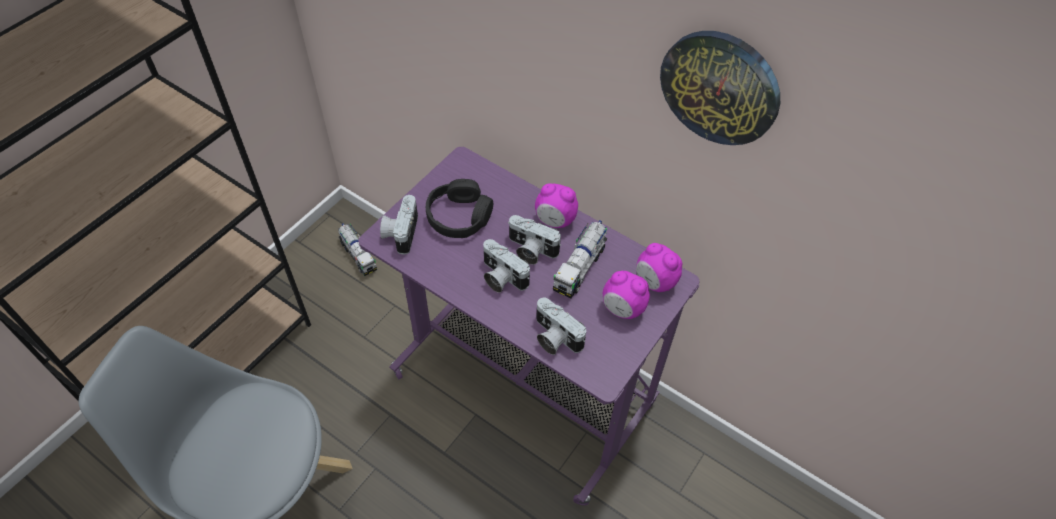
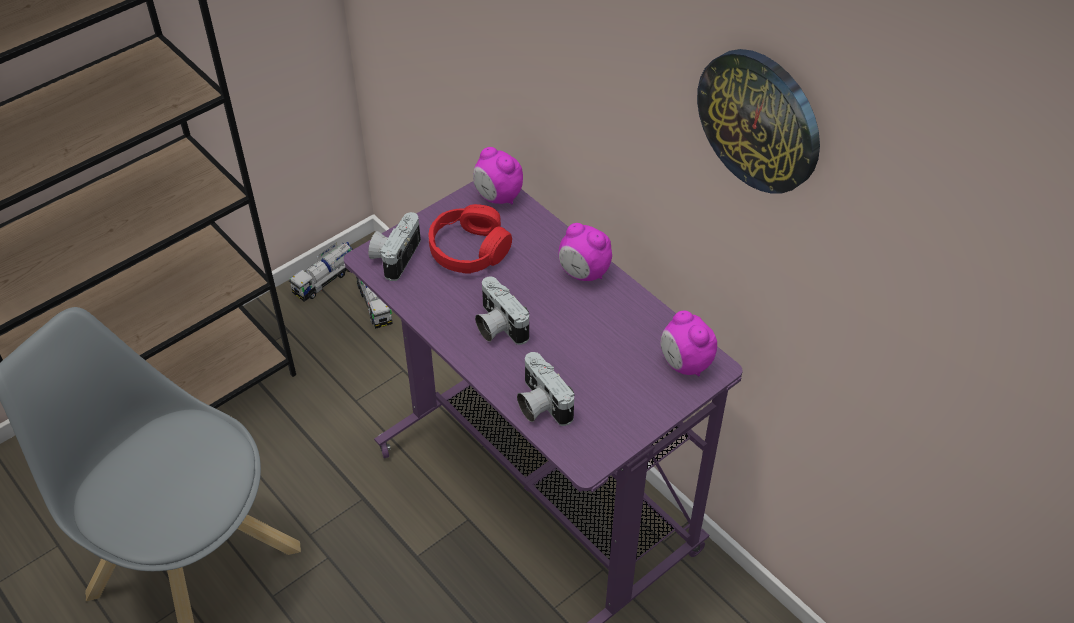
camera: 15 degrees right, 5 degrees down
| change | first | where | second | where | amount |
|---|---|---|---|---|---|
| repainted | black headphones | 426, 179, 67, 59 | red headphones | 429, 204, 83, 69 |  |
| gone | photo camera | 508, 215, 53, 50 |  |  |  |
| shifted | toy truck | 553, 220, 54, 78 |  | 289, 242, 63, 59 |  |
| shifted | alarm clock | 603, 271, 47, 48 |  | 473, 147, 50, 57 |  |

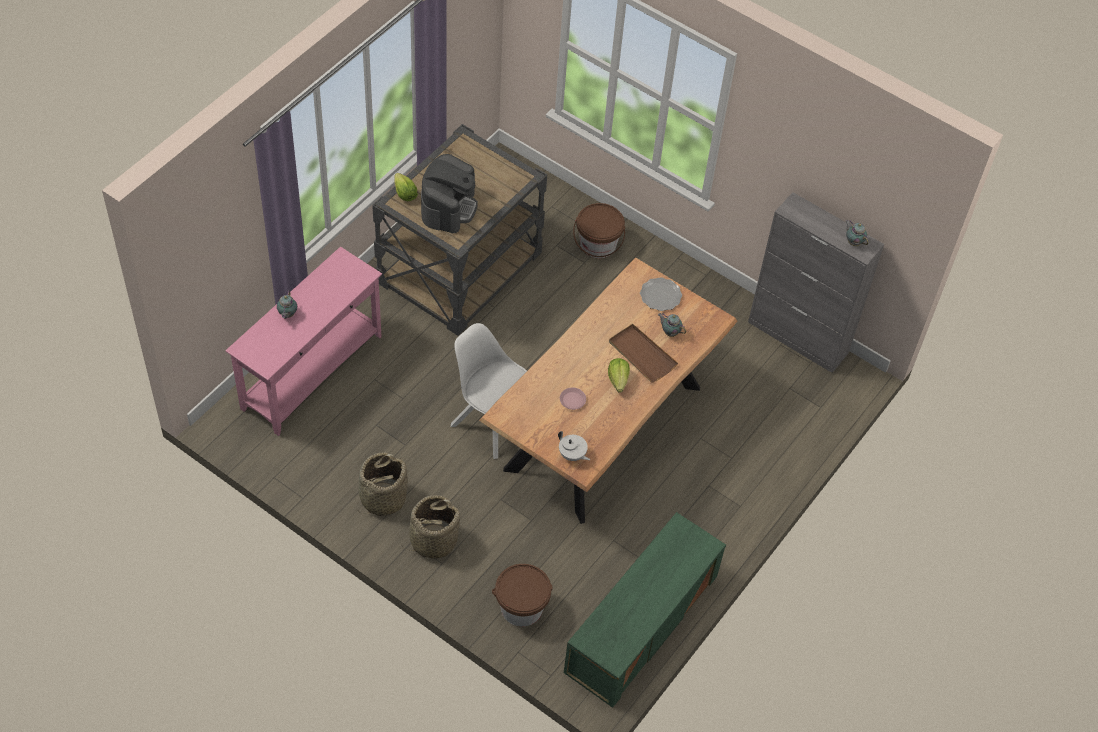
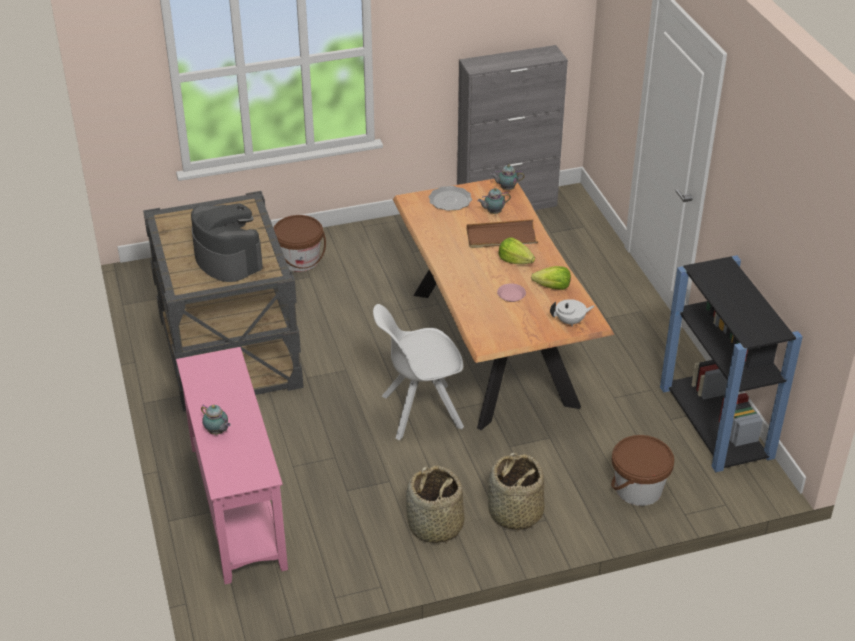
camera: 50 degrees left, 15 degrees down
| change | first | where | second | where | amount |
|---|---|---|---|---|---|
| shifted | lettuce | 394, 173, 24, 28 |  | 531, 266, 40, 24 |  |
| shifted | teapot | 845, 220, 24, 26 |  | 490, 164, 35, 26 |  |
| swapped | green bench | 564, 512, 162, 196 | black bookcase | 660, 255, 143, 218 |  |

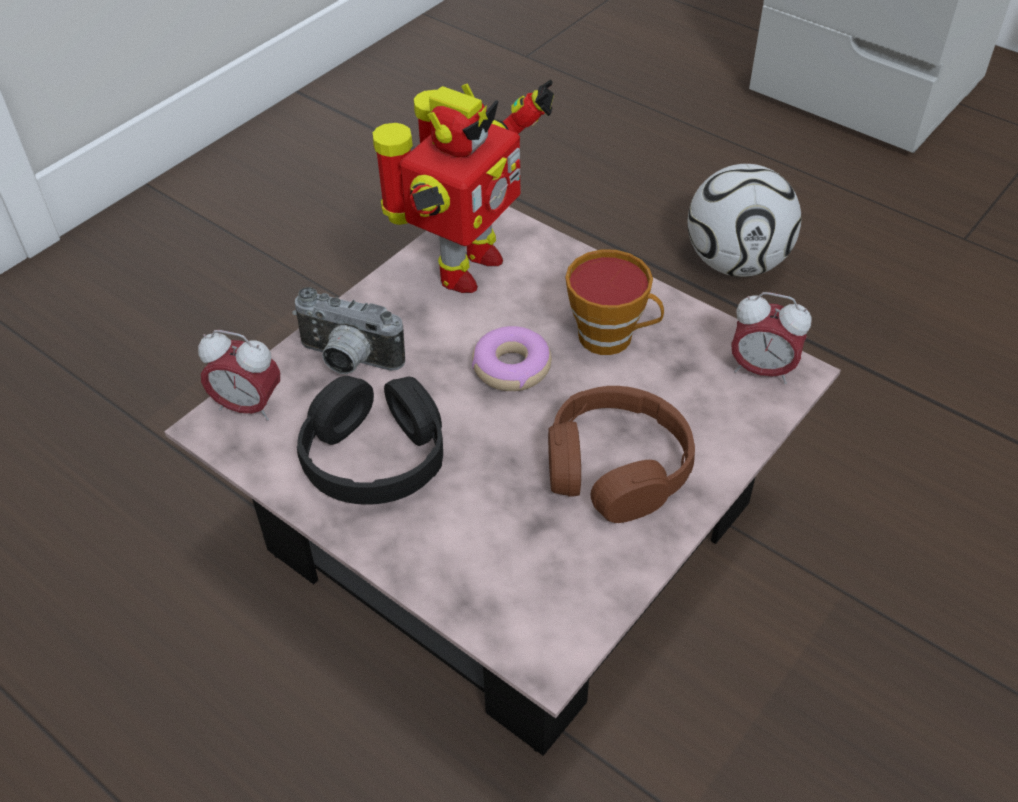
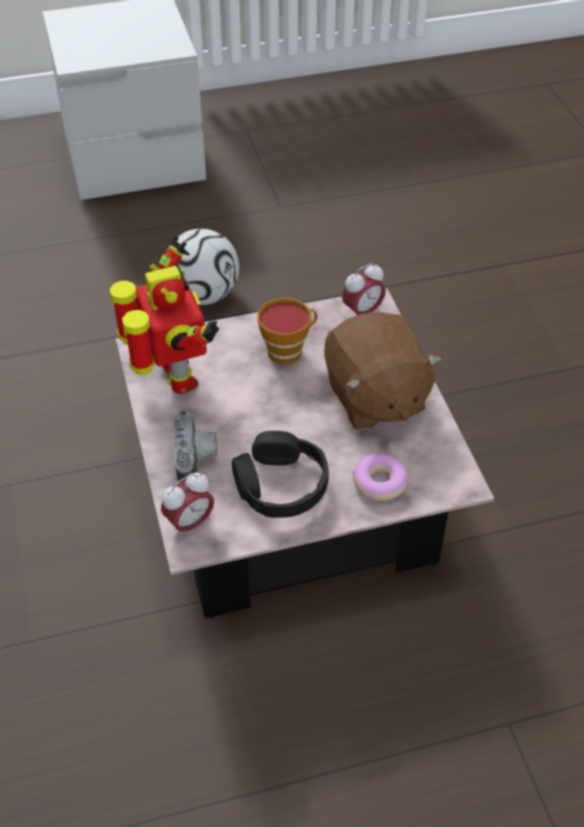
camera: 55 degrees left, 0 degrees up
| change | first | where | second | where | amount |
|---|---|---|---|---|---|
| rotated | photo camera | 292, 287, 113, 87 |  | 174, 410, 43, 74 | 60 degrees counterclockwise |
| shifted | donut | 472, 326, 80, 65 |  | 353, 454, 55, 47 |  |
| swapped | brown headphones | 548, 386, 147, 137 | brown plush toy | 324, 312, 118, 118 |  |

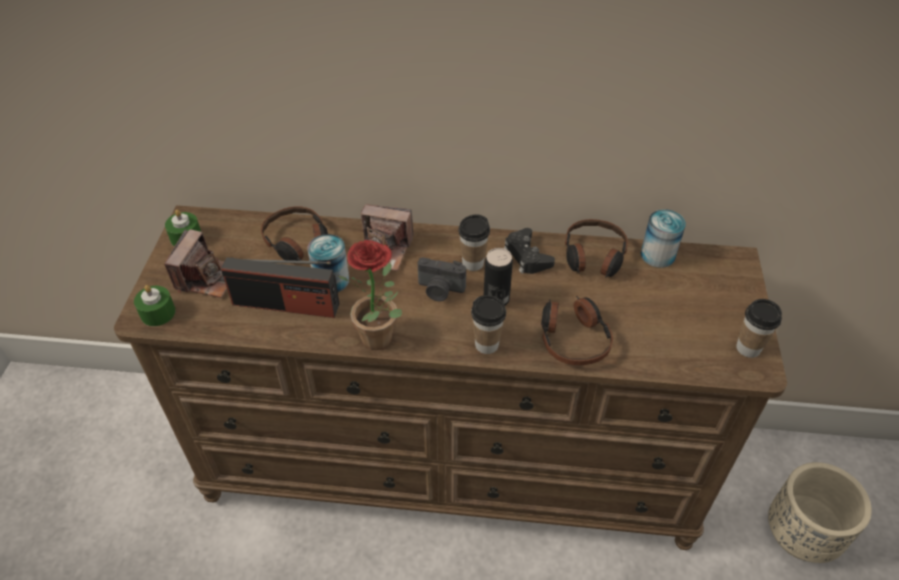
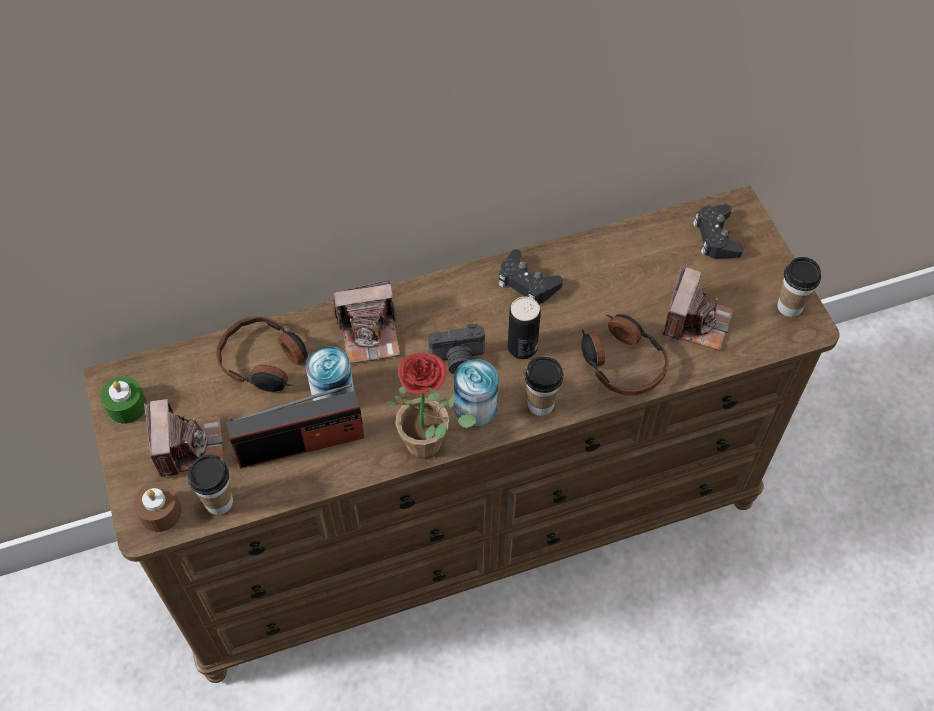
camera: 25 degrees left, 10 degrees up
| change | first | where | second | where | amount |
|---|---|---|---|---|---|
| shifted | can | 640, 209, 46, 59 |  | 454, 359, 44, 67 |  |
| shifted | cup | 458, 214, 32, 57 |  | 188, 454, 45, 61 |  |
| gone | headphones | 565, 219, 63, 59 |  |  |  |
| repainted | green candle | 134, 285, 42, 41 | brown candle | 133, 482, 49, 50 |  |
| gone | beige planter | 768, 462, 104, 101 |  |  |  |
| new |  |  | black game controller | 693, 204, 51, 55 |  |
| new |  |  | photo camera | 662, 267, 71, 84 |  |

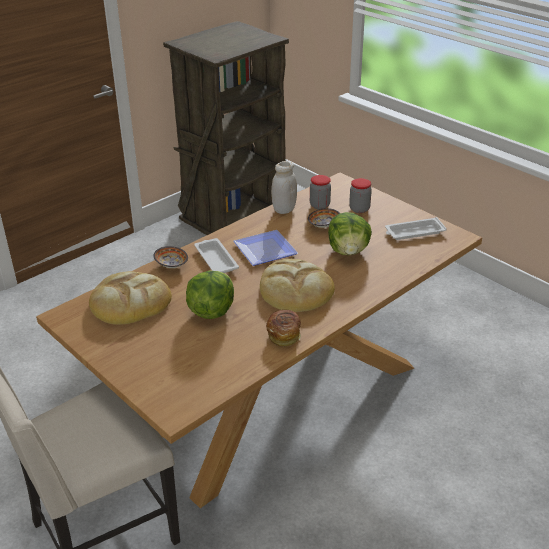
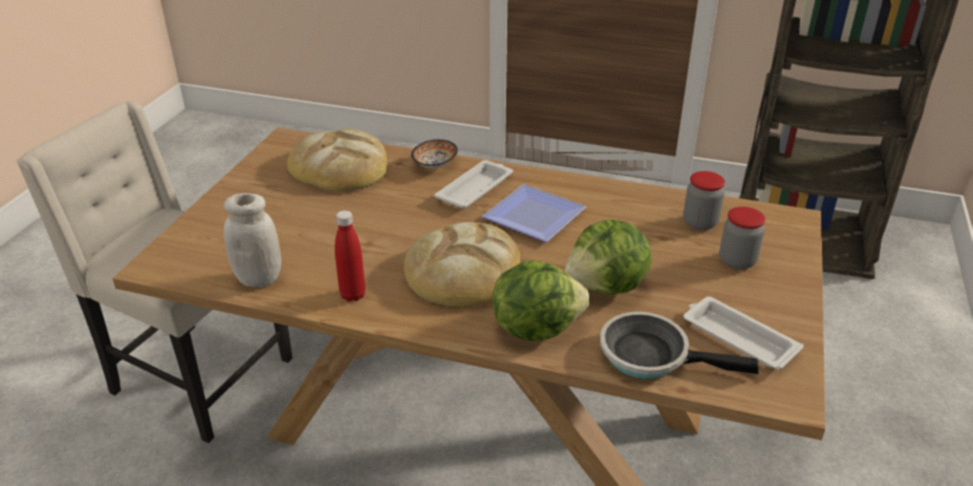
camera: 60 degrees right, 0 degrees up
| change | first | where | second | where | amount |
|---|---|---|---|---|---|
| shifted | white jar | 271, 161, 26, 53 |  | 224, 193, 57, 94 |  |
| gone | bowl | 308, 208, 32, 20 |  |  |  |
| shifted | lettuce | 186, 271, 48, 48 |  | 493, 260, 96, 81 |  |
| swapped | bread | 266, 310, 35, 37 | red bottle | 335, 210, 31, 92 |  |
| new |  |  | frying pan | 600, 312, 158, 67 |  |

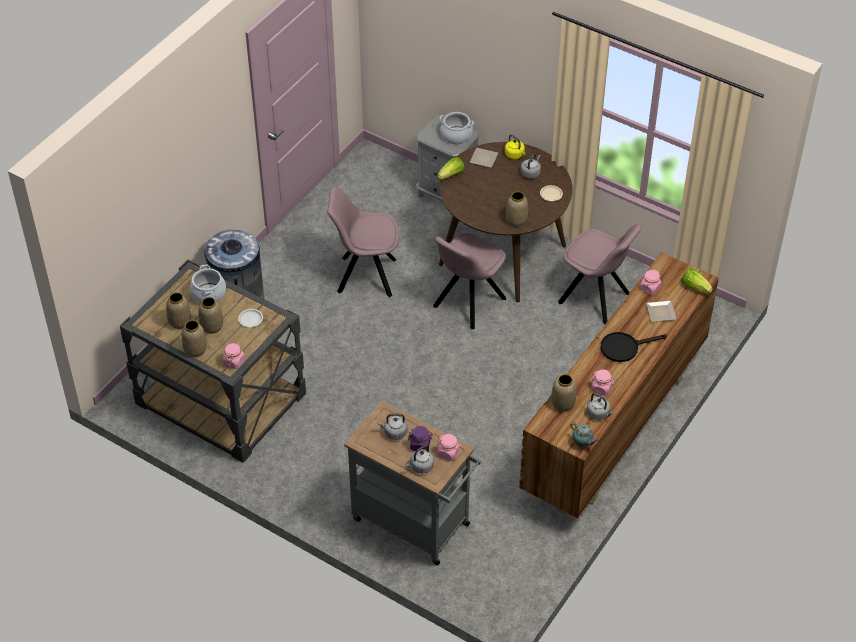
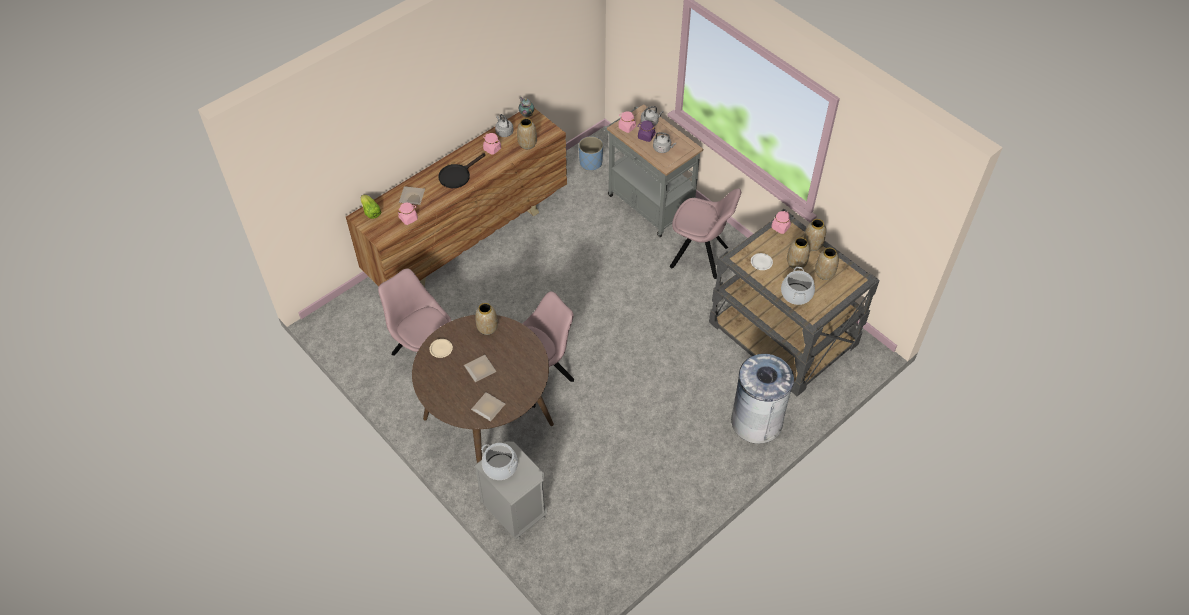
camera: 165 degrees left, 5 degrees up
| change | first | where | second | where | amount |
|---|---|---|---|---|---|
| gone | yellow kettle | 505, 135, 21, 24 |  |  |  |
| gone | grey kettle | 521, 153, 20, 26 |  |  |  |
| gone | lettuce | 438, 157, 27, 23 |  |  |  |
| shifted | pink chair | 327, 187, 72, 110 |  | 670, 188, 71, 91 |  |
| rotated | black frying pan | 601, 332, 66, 30 |  | 438, 153, 47, 35 | 135 degrees clockwise |
| new |  |  | blue planter | 579, 136, 24, 34 |  |
| new |  |  | plate | 464, 355, 32, 27 |  |

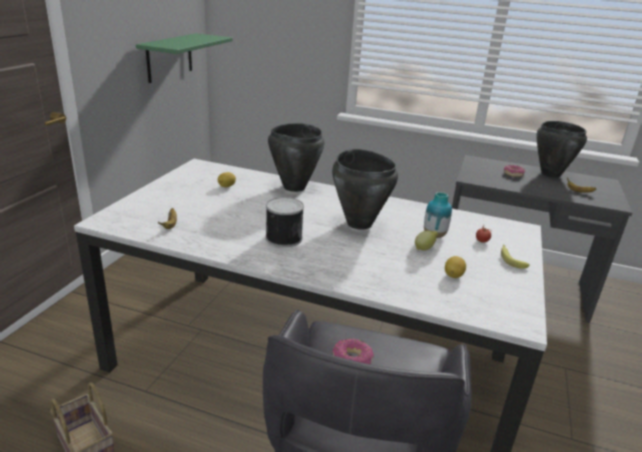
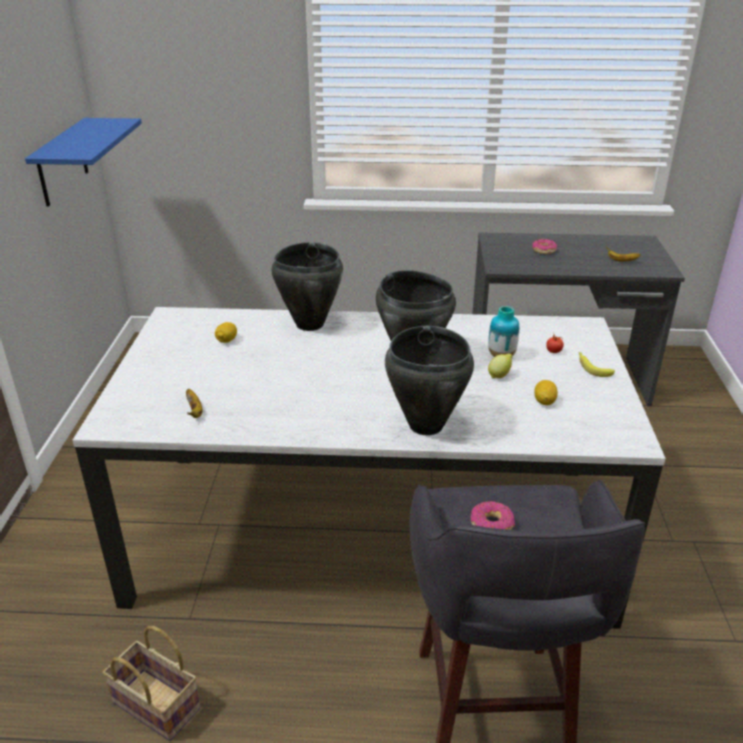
camera: 15 degrees left, 5 degrees up
| change | first | where | second | where | amount |
|---|---|---|---|---|---|
| repainted | green shelf | 136, 33, 96, 50 | blue shelf | 25, 118, 117, 89 |  |
| shifted | black cooking pot | 536, 121, 51, 57 |  | 385, 326, 89, 109 |  |
| gone | can | 266, 197, 38, 50 |  |  |  |

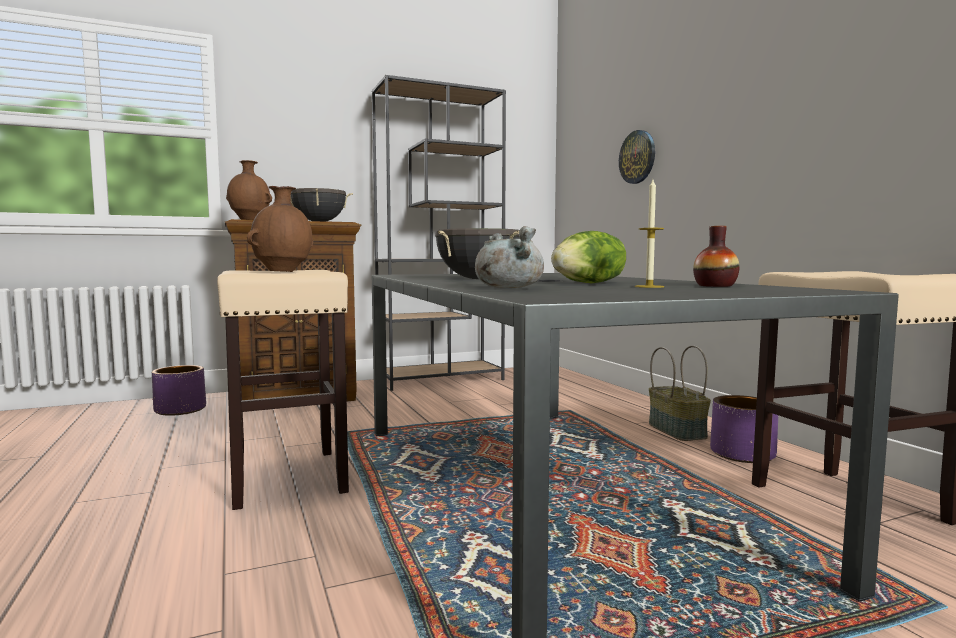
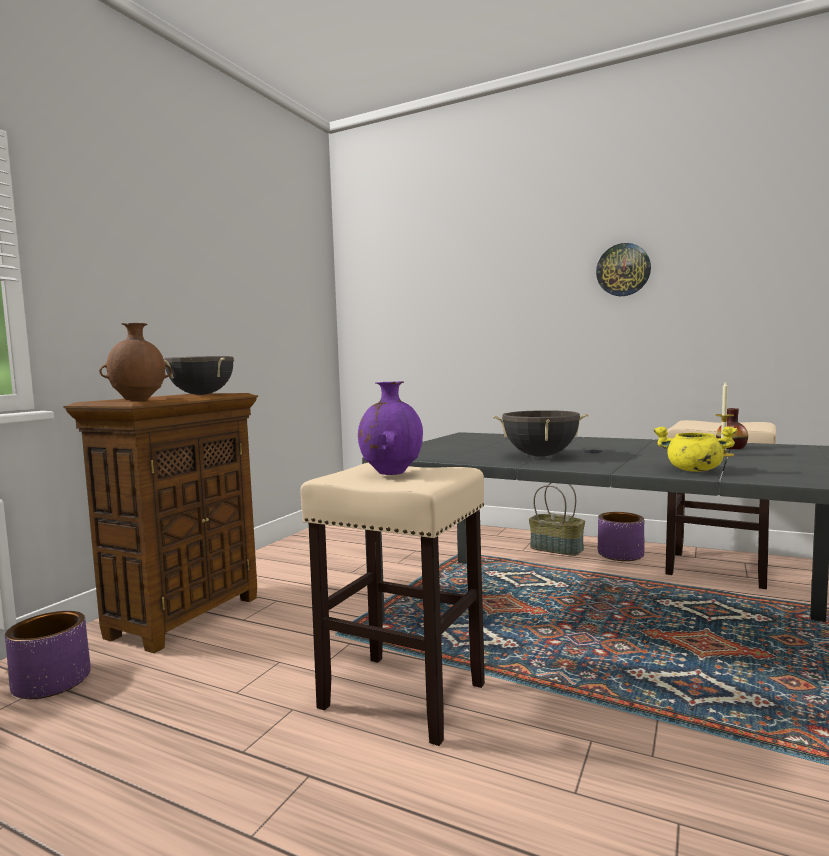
camera: 40 degrees left, 0 degrees up
| change | first | where | second | where | amount |
|---|---|---|---|---|---|
| gone | bookcase | 372, 75, 134, 316 |  |  |  |
| shifted | wall clock | 619, 130, 36, 54 |  | 596, 243, 55, 53 |  |
| repainted | brown vase | 247, 186, 66, 86 | purple vase | 358, 381, 65, 94 |  |
| repainted | grey cooking pot | 475, 226, 69, 62 | yellow cooking pot | 653, 426, 84, 46 |  |
| gone | lettuce | 551, 231, 75, 52 |  |  |  |

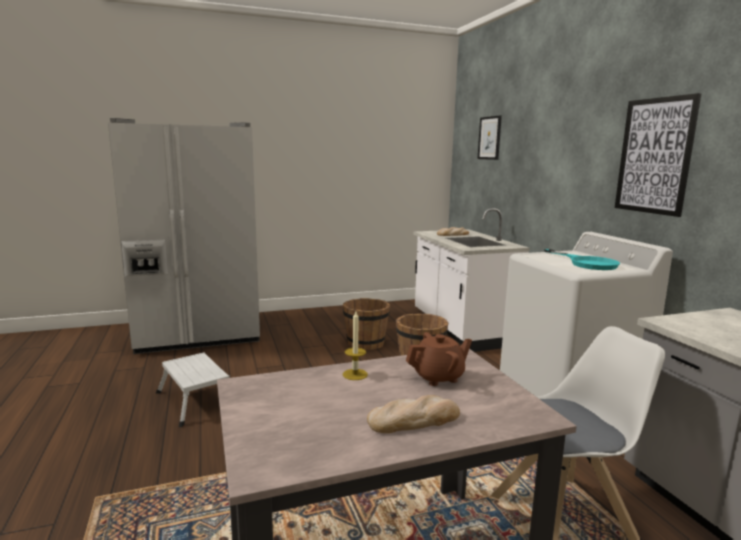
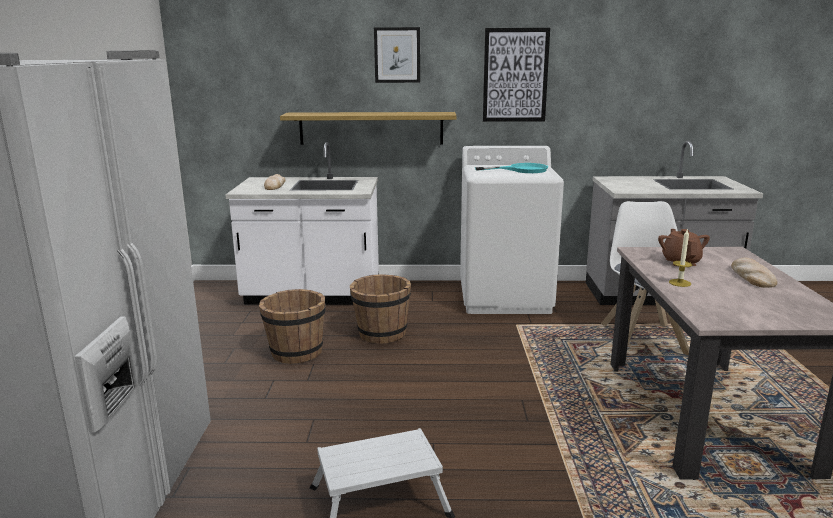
camera: 70 degrees left, 5 degrees up
| change | first | where | second | where | amount |
|---|---|---|---|---|---|
| shifted | picture | 477, 115, 25, 45 |  | 374, 27, 46, 56 |  |
| new |  |  | shelf | 280, 112, 176, 33 |  |

